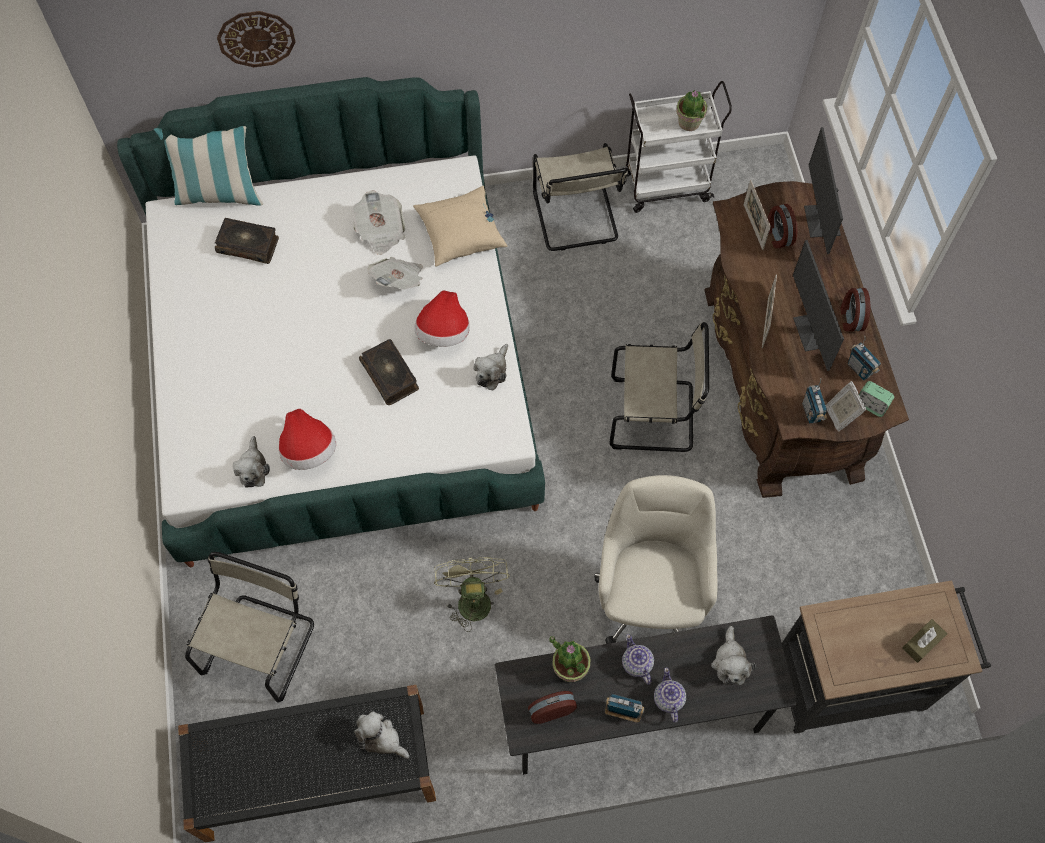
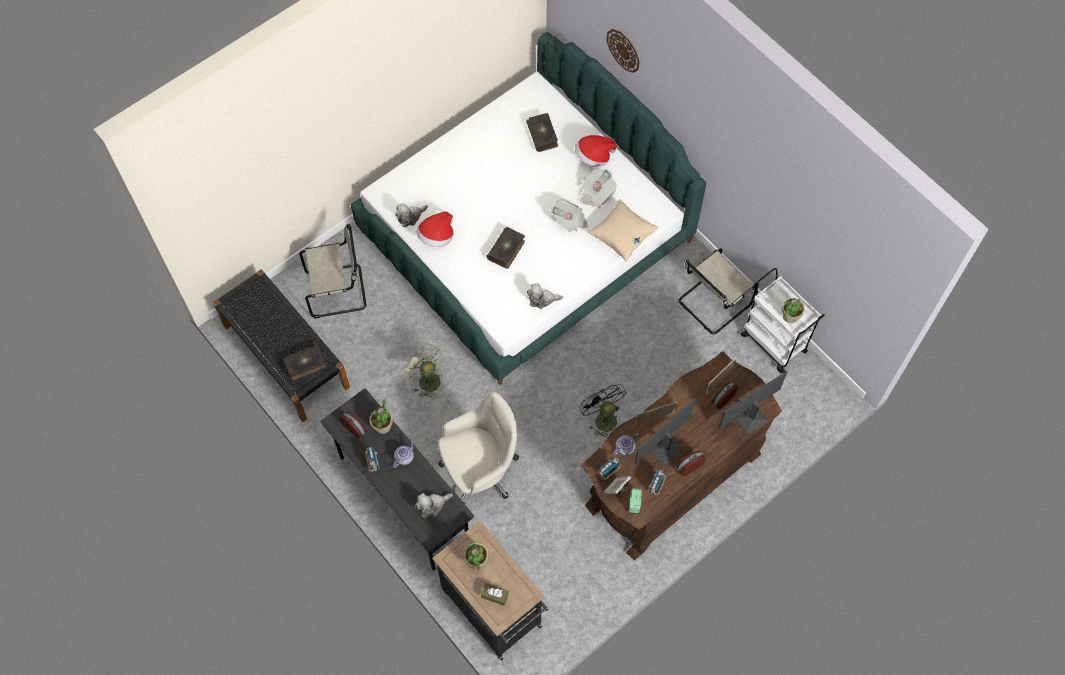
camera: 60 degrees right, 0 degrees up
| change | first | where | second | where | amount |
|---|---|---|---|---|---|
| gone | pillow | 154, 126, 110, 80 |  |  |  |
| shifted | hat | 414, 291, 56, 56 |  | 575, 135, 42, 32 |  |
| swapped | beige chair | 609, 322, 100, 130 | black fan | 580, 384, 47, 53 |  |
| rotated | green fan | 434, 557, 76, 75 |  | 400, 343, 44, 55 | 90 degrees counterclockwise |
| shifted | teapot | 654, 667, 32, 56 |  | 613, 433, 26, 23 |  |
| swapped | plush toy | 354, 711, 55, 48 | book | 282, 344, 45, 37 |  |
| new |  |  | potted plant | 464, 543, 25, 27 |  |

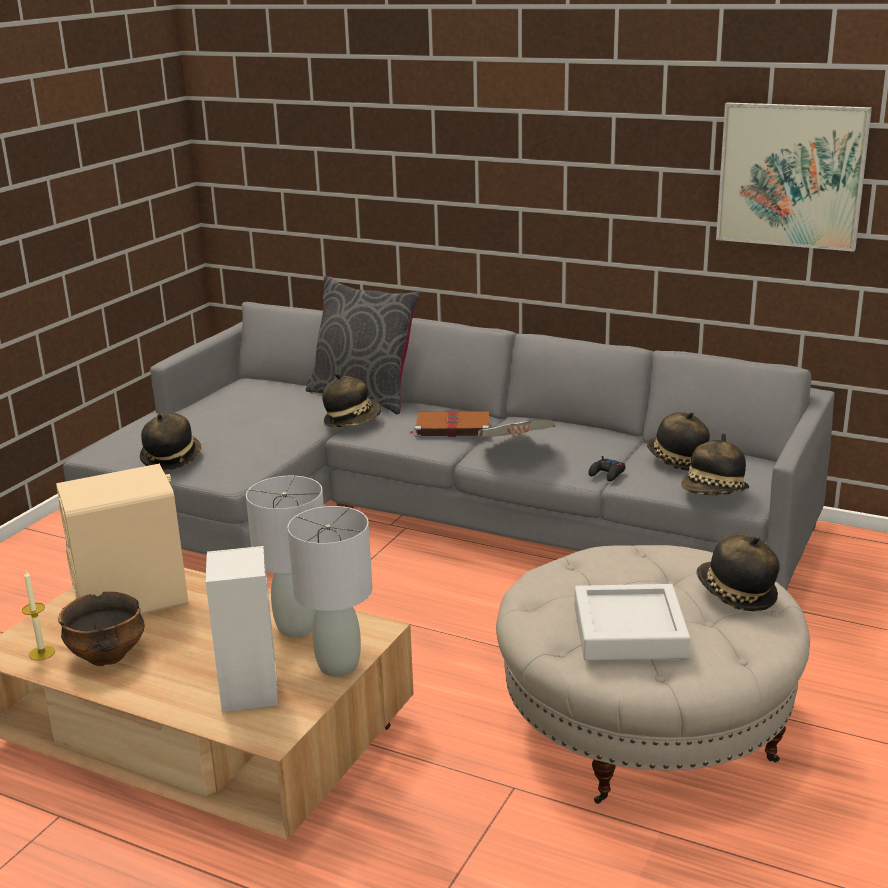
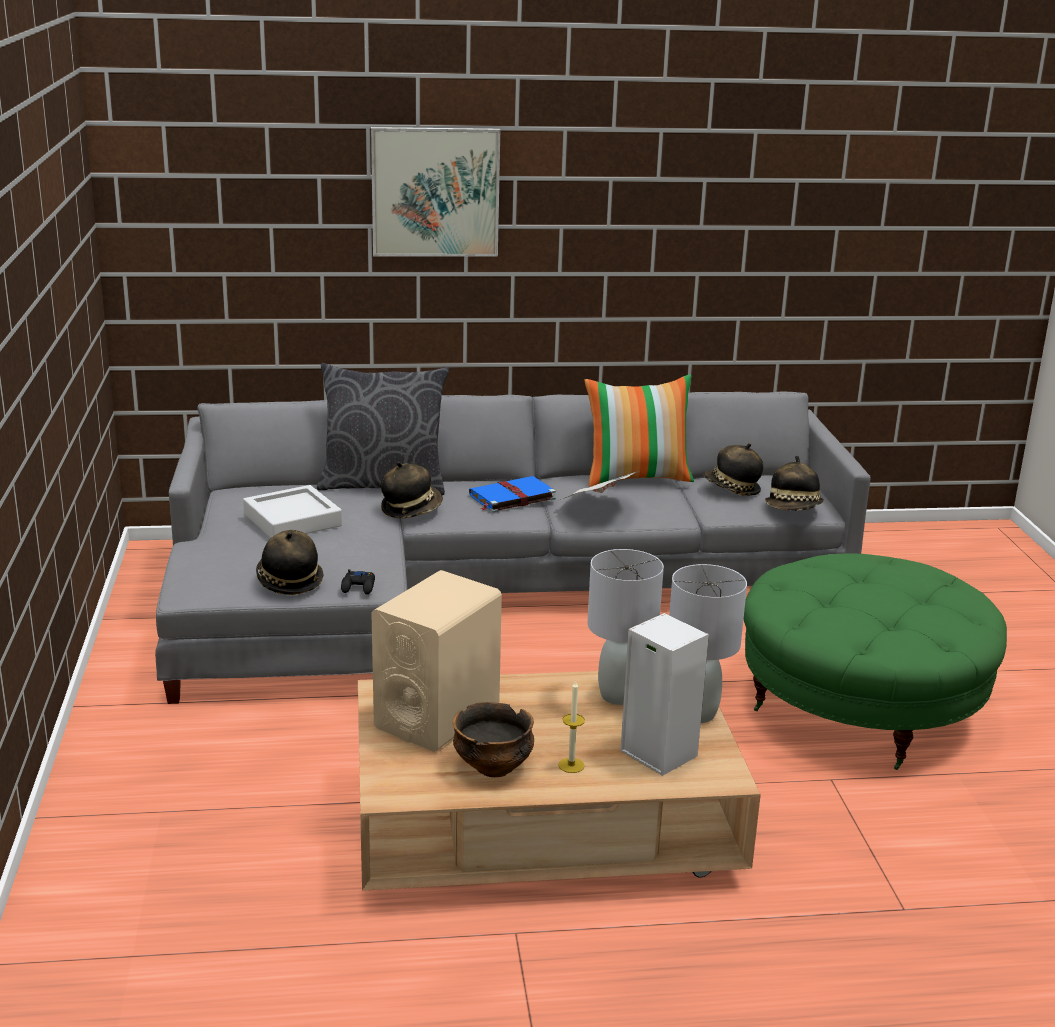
camera: 35 degrees left, 0 degrees up
| change | first | where | second | where | amount |
|---|---|---|---|---|---|
| shifted | picture | 716, 102, 156, 150 |  | 371, 127, 129, 130 |  |
| repainted | brown book | 409, 411, 80, 26 | blue book | 469, 476, 87, 36 |  |
| shifted | black game controller | 588, 456, 37, 25 |  | 341, 569, 34, 25 |  |
| gone | hat | 696, 533, 84, 79 |  |  |  |
| repainted | beige ottoman | 496, 545, 314, 259 | green ottoman | 744, 553, 263, 217 |  |
| shifted | candle | 22, 571, 33, 89 |  | 558, 681, 27, 92 |  |
| shifted | grey tray | 574, 584, 116, 77 |  | 243, 485, 99, 53 |  |
| new |  |  | pillow | 584, 375, 110, 112 |  |

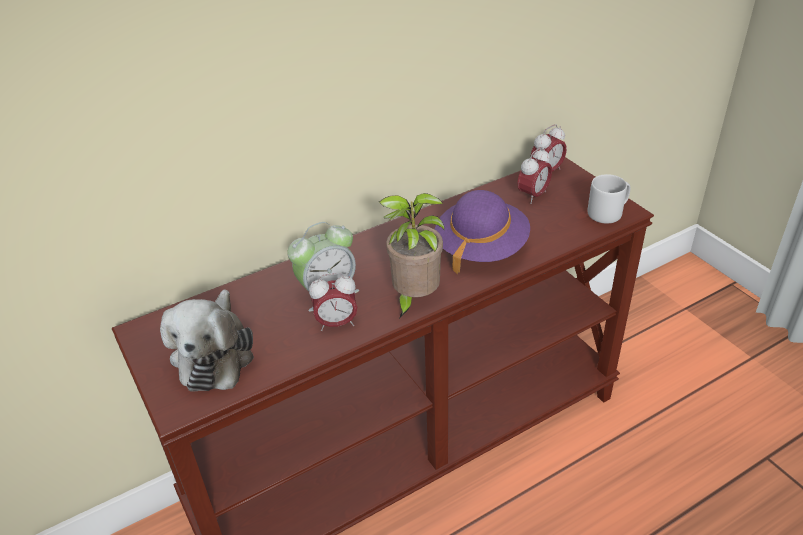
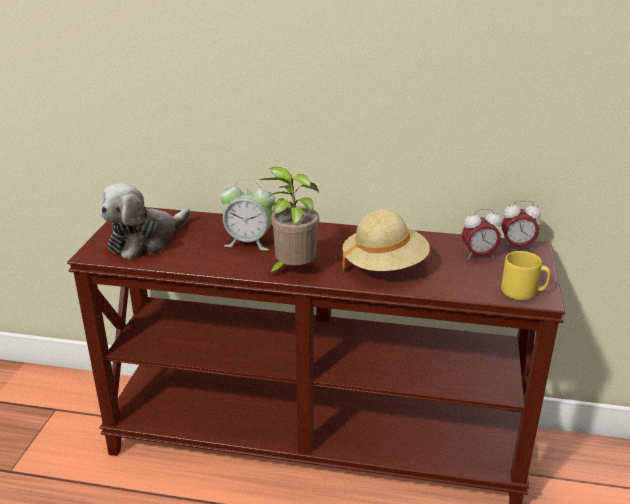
camera: 40 degrees right, 10 degrees down
| change | first | where | second | where | amount |
|---|---|---|---|---|---|
| repainted | grey mug | 587, 174, 44, 50 | yellow mug | 501, 251, 49, 49 |  |
| repainted | purple hat | 435, 190, 95, 84 | beige hat | 342, 210, 88, 61 |  |
| gone | alarm clock | 309, 273, 48, 58 |  |  |  |

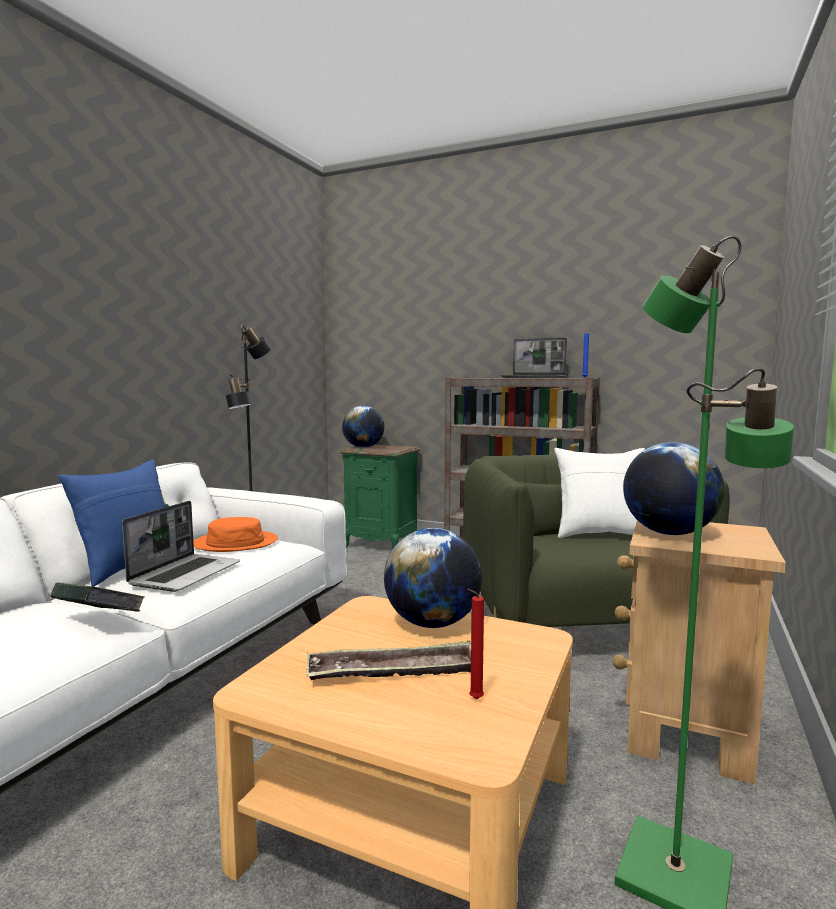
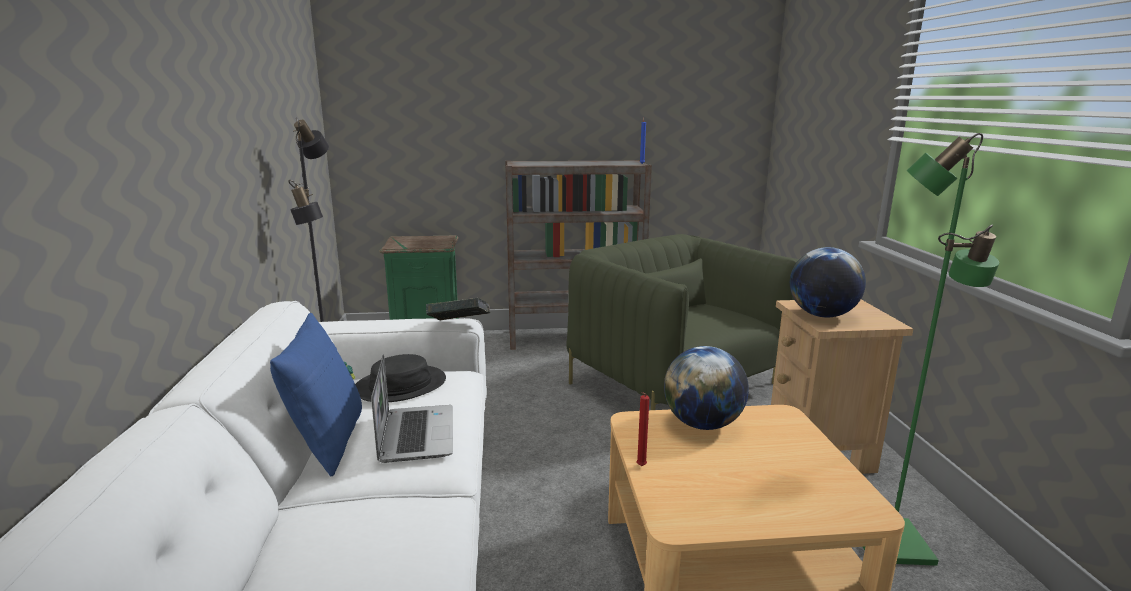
camera: 30 degrees left, 10 degrees up
| change | first | where | second | where | amount |
|---|---|---|---|---|---|
| gone | laptop | 500, 337, 67, 41 |  |  |  |
| gone | globe | 342, 406, 42, 42 |  |  |  |
| gone | white pillow | 554, 448, 91, 90 |  |  |  |
| repainted | orange hat | 193, 517, 85, 35 | black hat | 355, 354, 91, 48 |  |
| shifted | book | 51, 583, 94, 29 |  | 426, 298, 64, 23 |  |
| shifted | red candle | 468, 589, 16, 110 |  | 636, 392, 13, 74 |  |
| gone | tray | 307, 641, 164, 39 |  |  |  |

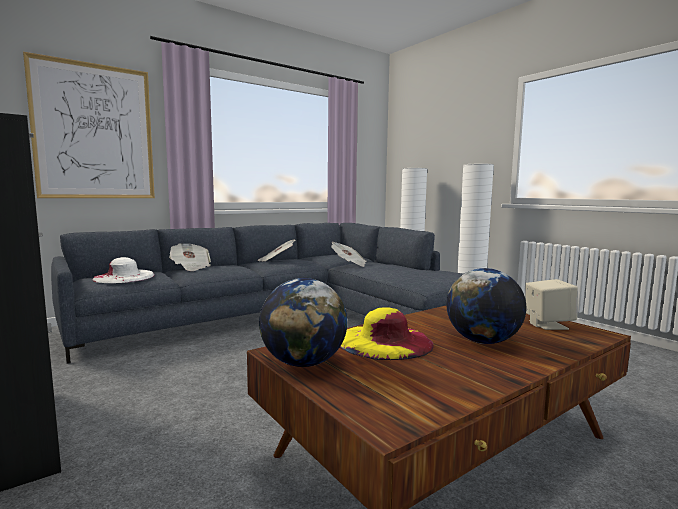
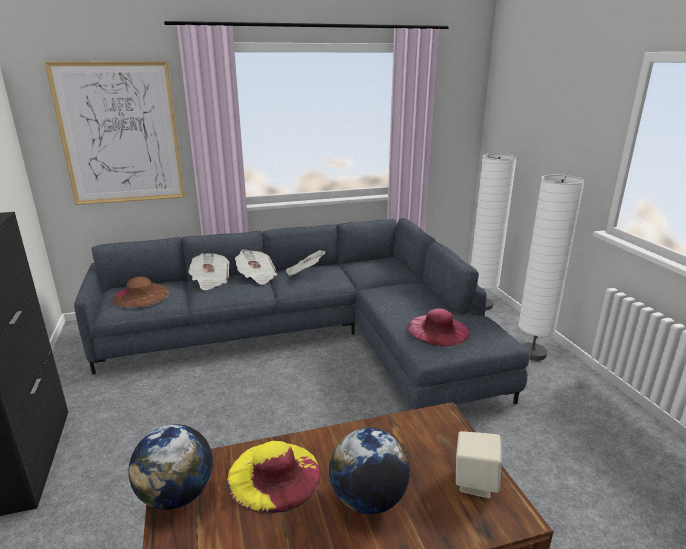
camera: 20 degrees right, 15 degrees up
| change | first | where | second | where | amount |
|---|---|---|---|---|---|
| shifted | newspaper | 331, 242, 36, 25 |  | 235, 250, 42, 35 |  |
| repainted | white hat | 92, 257, 63, 26 | brown hat | 113, 277, 56, 31 |  |
| new |  |  | pink hat | 407, 309, 62, 38 |  |

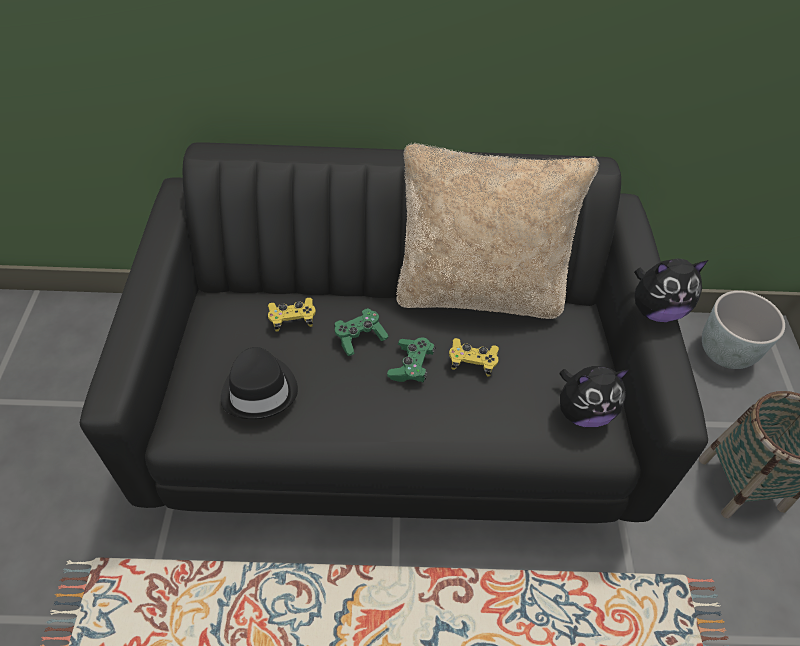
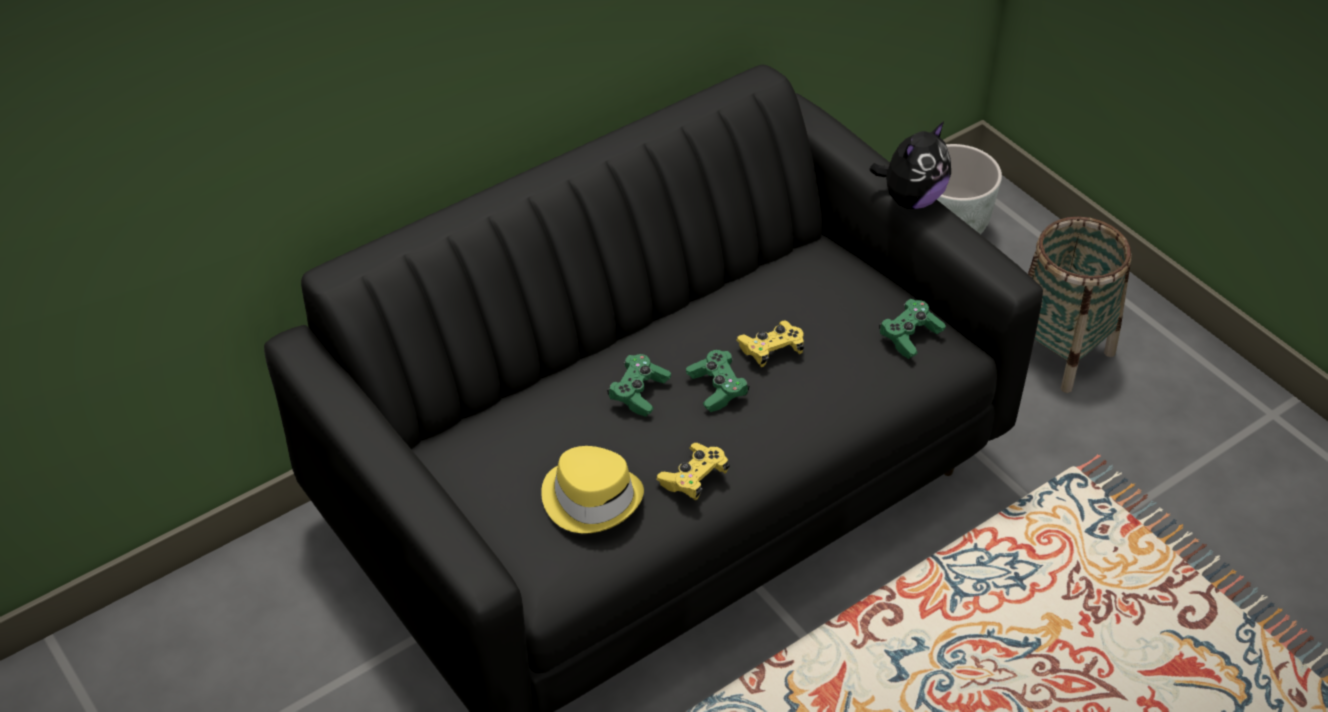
camera: 35 degrees left, 5 degrees down
| change | first | where | second | where | amount |
|---|---|---|---|---|---|
| gone | beige pillow | 396, 143, 203, 176 |  |  |  |
| shifted | yellow game controller | 268, 298, 48, 34 |  | 657, 443, 73, 57 |  |
| repainted | black hat | 221, 347, 77, 72 | yellow hat | 541, 446, 103, 87 |  |
| swapped | plush toy | 559, 366, 71, 61 | green game controller | 879, 299, 67, 60 |  |

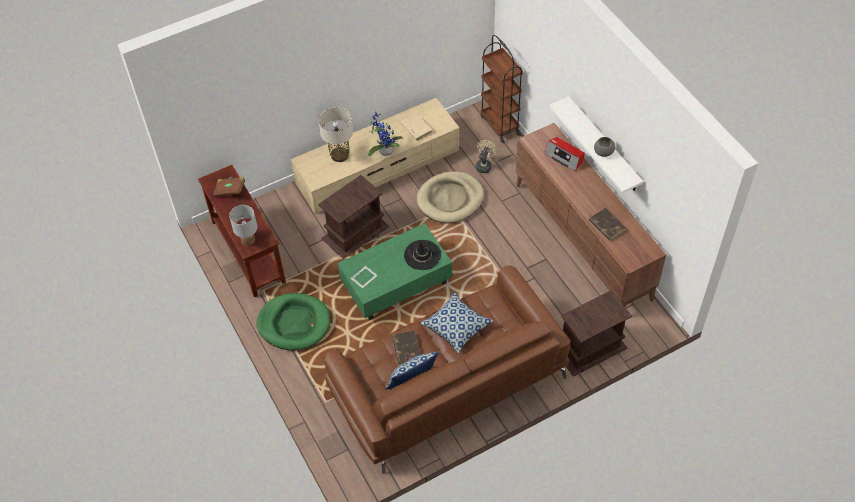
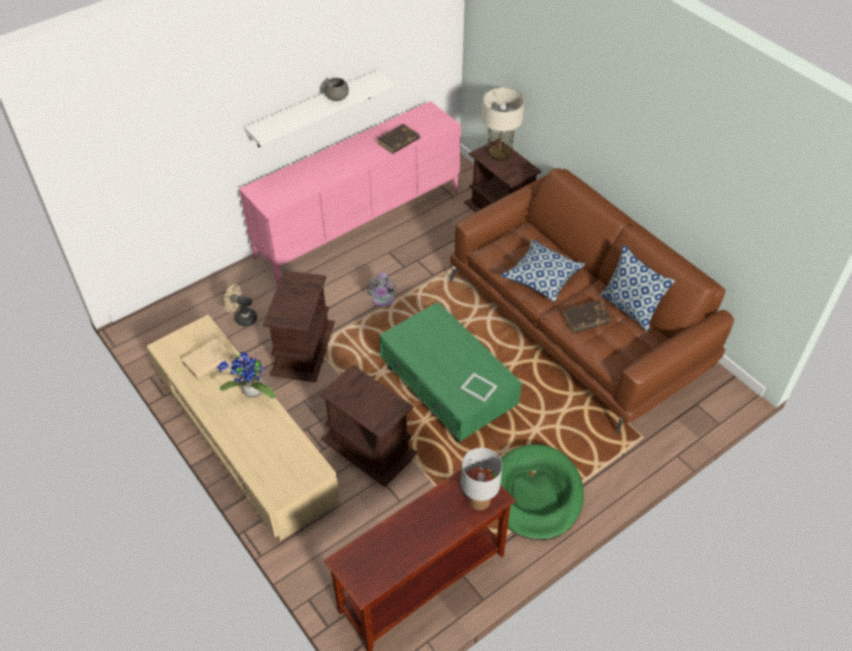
camera: 100 degrees left, 5 degrees down
| change | first | where | second | where | amount |
|---|---|---|---|---|---|
| gone | brown cart | 481, 35, 42, 109 |  |  |  |
| shifted | table lamp | 318, 107, 35, 55 |  | 482, 88, 42, 73 |  |
| repainted | brown cabinet | 516, 123, 150, 184 | pink cabinet | 239, 101, 222, 184 |  |
| gone | radio | 544, 137, 41, 34 |  |  |  |
| swapped | beige dog bed | 416, 171, 68, 52 | brown side table | 263, 270, 72, 112 |  |
| gone | brown book | 213, 177, 32, 20 |  |  |  |
| gone | black hat | 404, 240, 37, 30 |  |  |  |
| new |  |  | grey fan | 366, 272, 31, 35 |  |

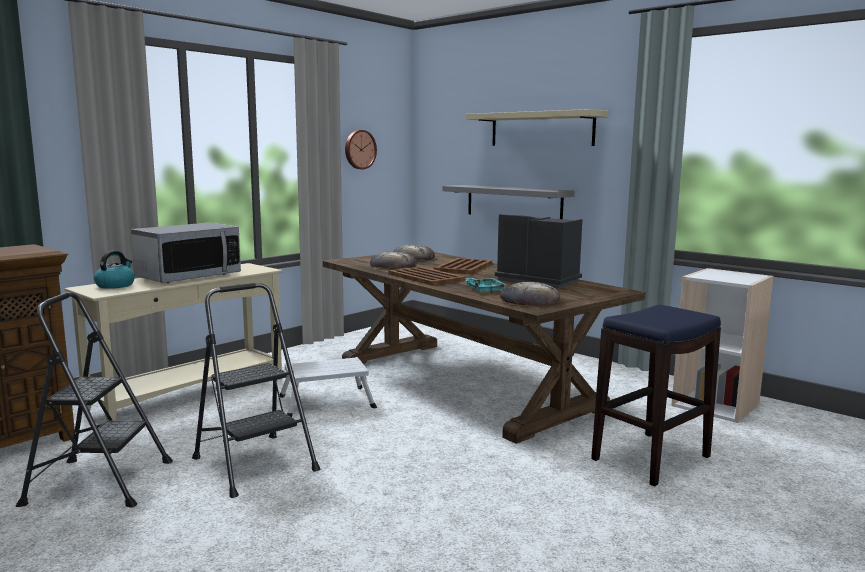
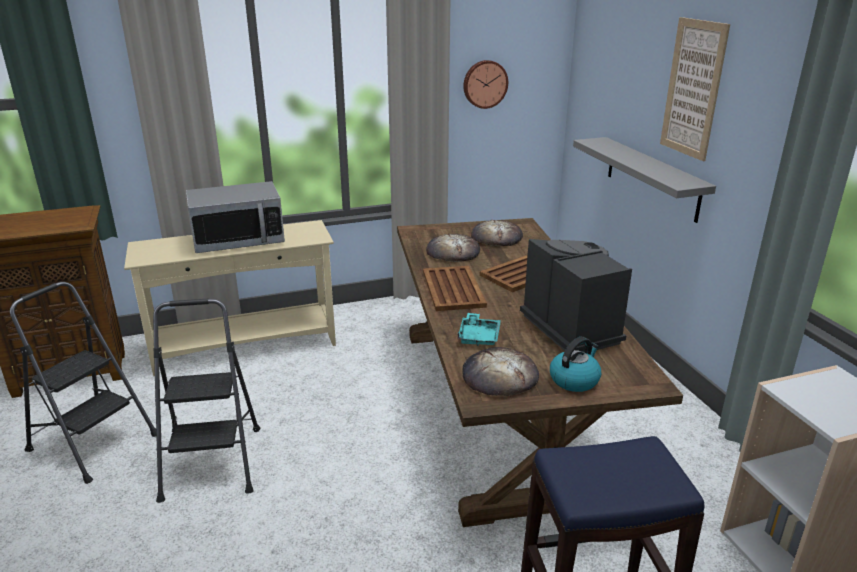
camera: 30 degrees right, 15 degrees up
| change | first | where | second | where | amount |
|---|---|---|---|---|---|
| swapped | beige shelf | 466, 109, 142, 37 | picture | 660, 17, 70, 144 |  |
| shifted | kettle | 94, 251, 41, 38 |  | 550, 337, 51, 55 |  |
| gone | white step ladder | 280, 357, 97, 60 |  |  |  |

